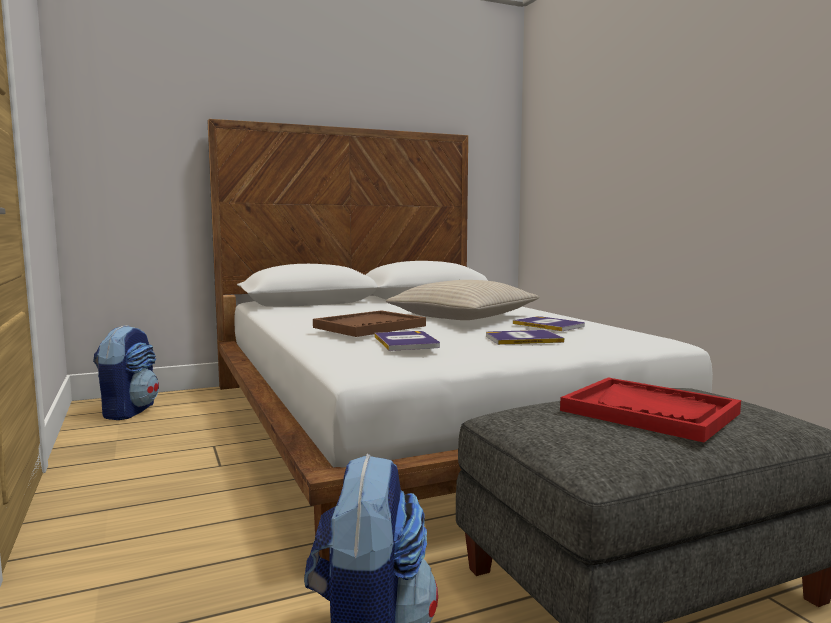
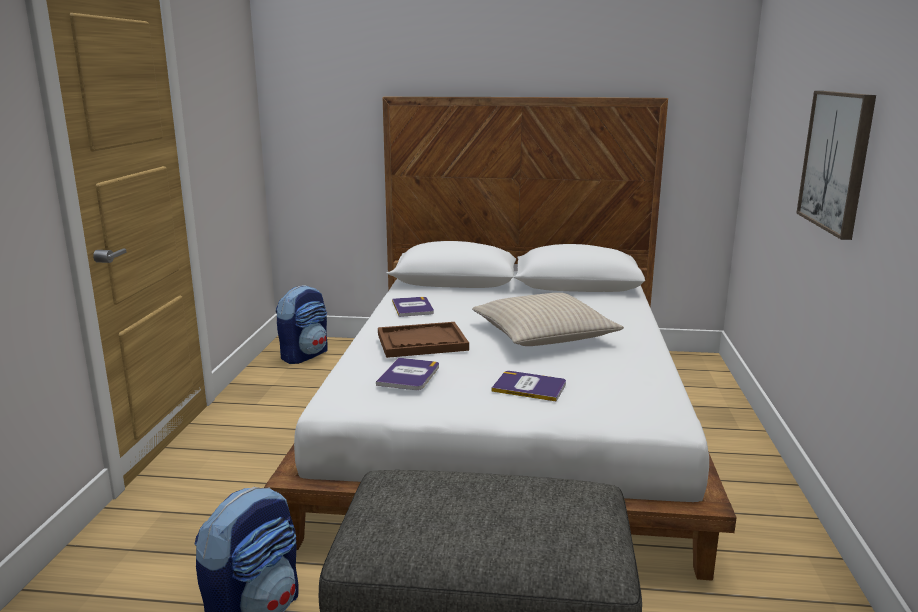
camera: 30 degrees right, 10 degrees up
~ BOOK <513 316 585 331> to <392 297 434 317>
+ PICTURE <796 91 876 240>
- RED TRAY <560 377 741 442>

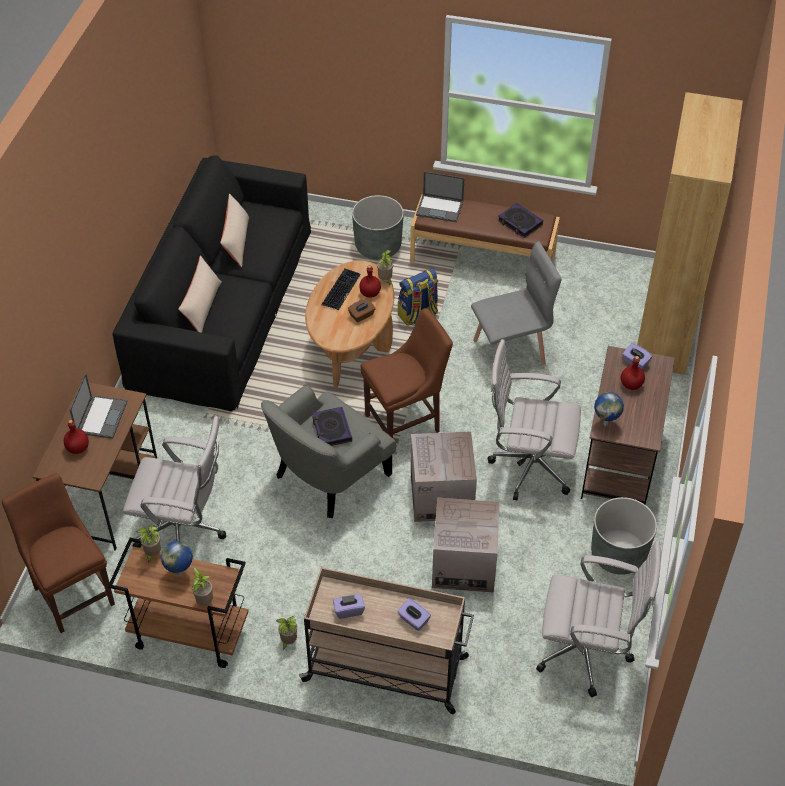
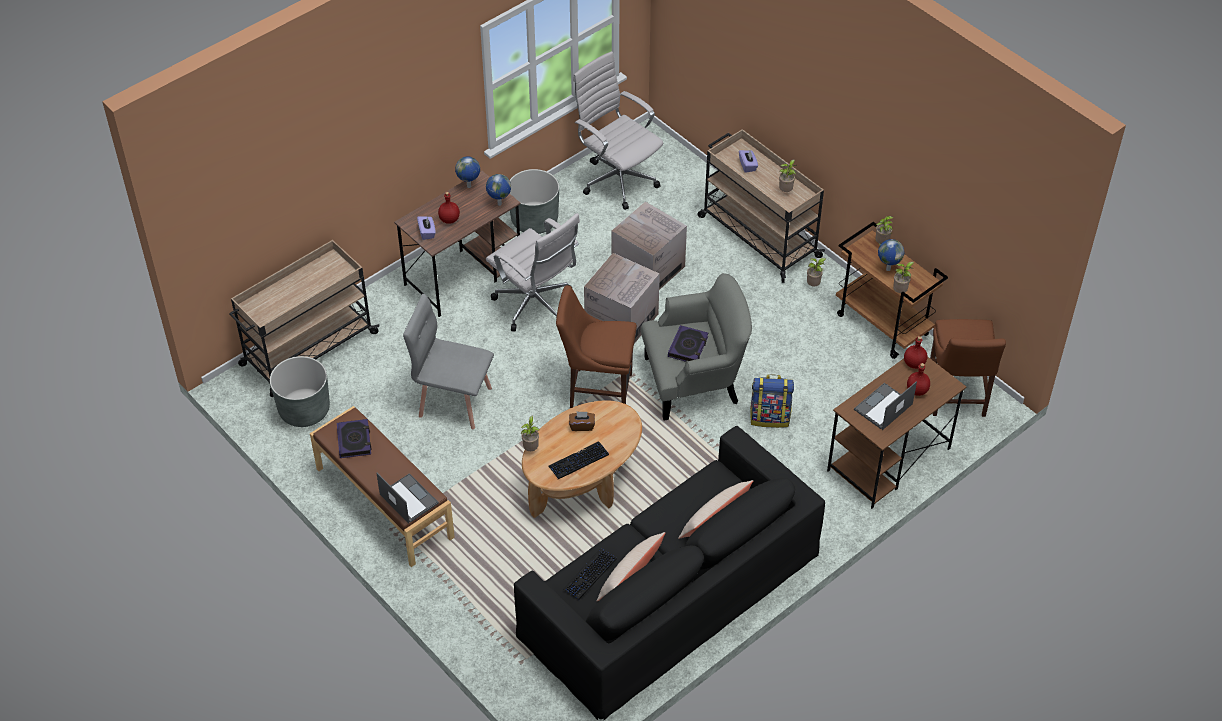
camera: 145 degrees left, 0 degrees up
~ BROWN BOOKCASE <637 92 743 375> to BEIGE CART <229 240 379 397>
~ GREY PLANTER <352 195 404 260> to <270 356 330 427>
+ GLOBE <455 156 480 188>
+ KEYBOARD <563 548 617 599>
~ BACKPACK <398 268 438 326> to <750 375 794 428>
~ PURPLE TISSUE BOX <333 594 365 619> to POTTED PLANT <779 160 796 192>
~ RED BOTTLE <359 265 381 298> to <904 336 928 369>
- WHITE OFFICE CHAIR <123 416 226 548>

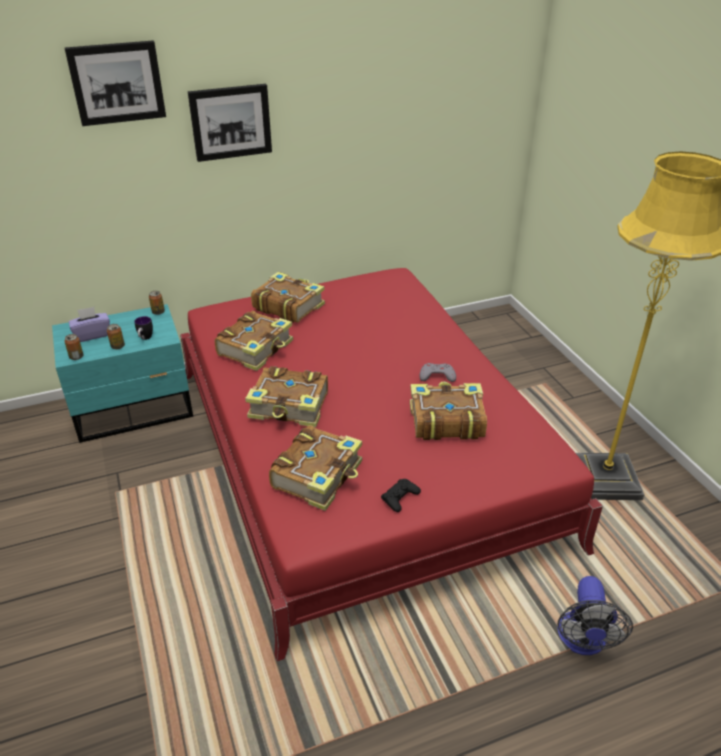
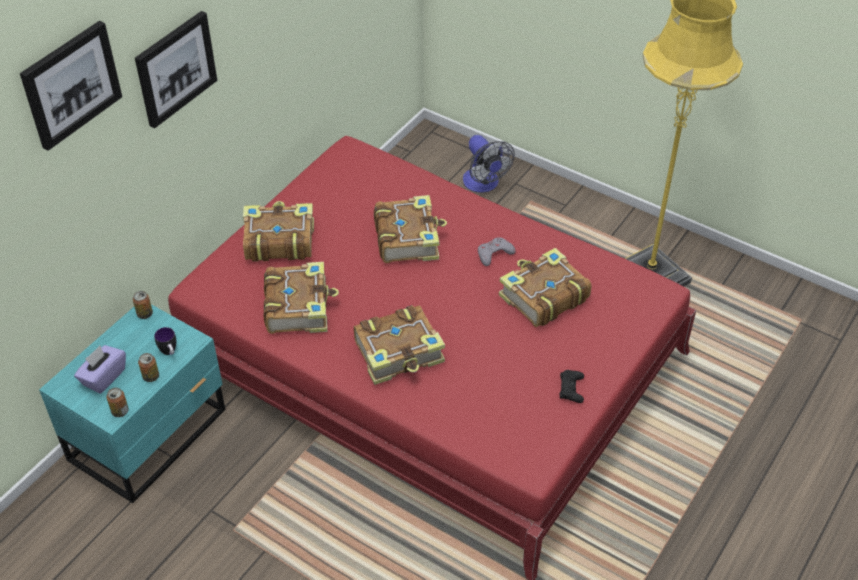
camera: 35 degrees left, 10 degrees up
~ BOOK <269 425 362 511> to <374 195 447 263>
~ FAN <558 576 633 655> to <463 135 515 193>

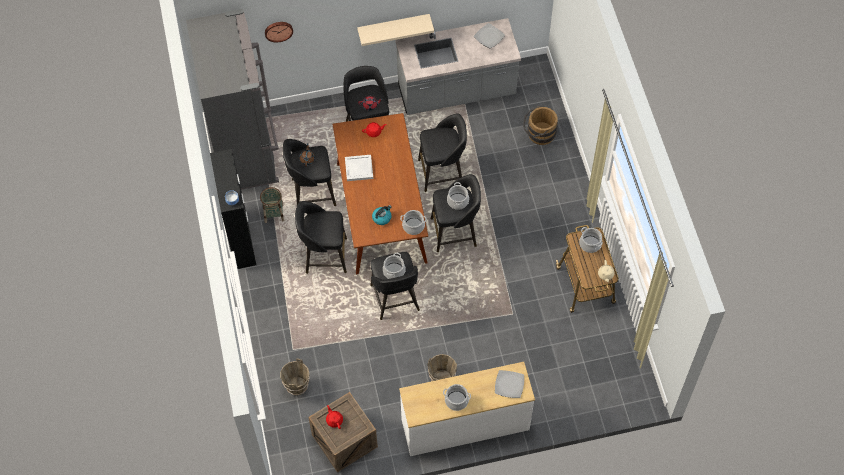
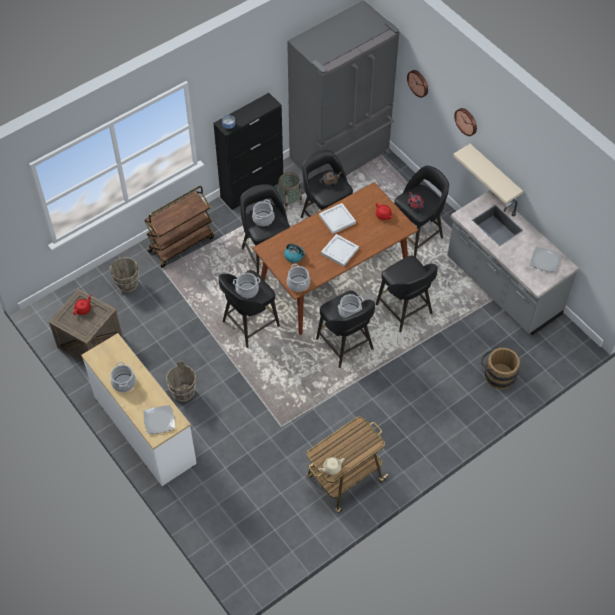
camera: 65 degrees right, 5 degrees down
+ BROWN CART <144 186 214 268>
~ COOKING POT <579 227 603 253> to <252 199 274 226>
+ WHITE TRAY <321 234 359 267>
+ WALL CLOCK <454 108 477 136>

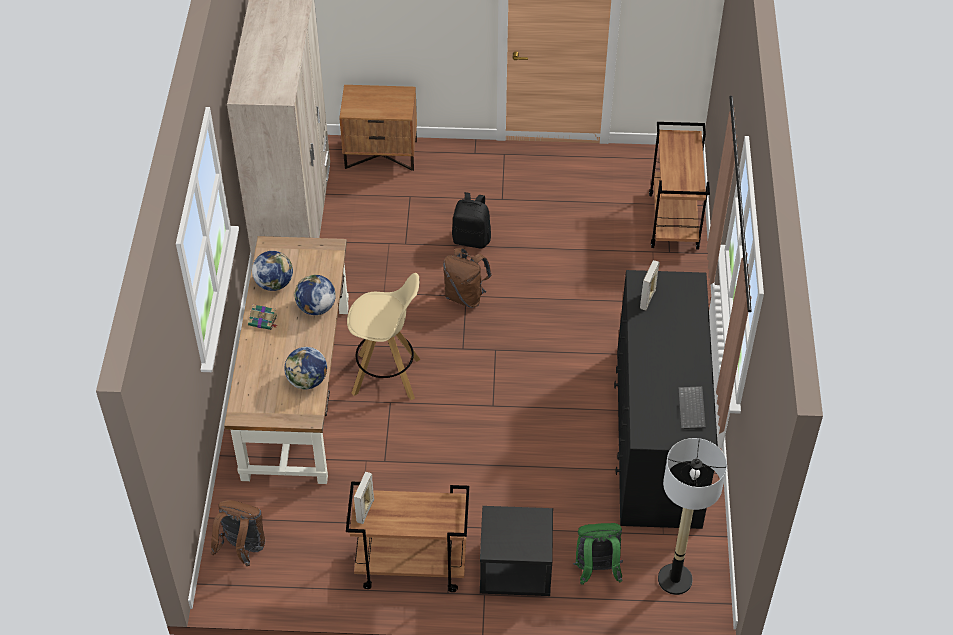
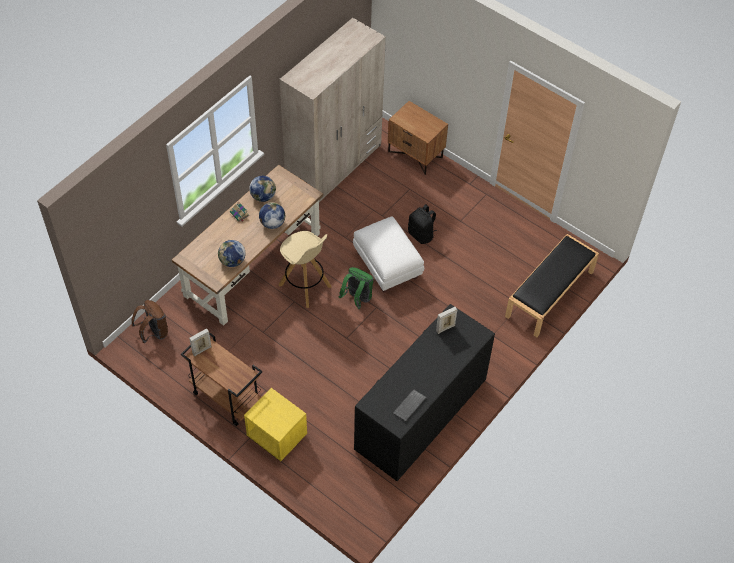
camera: 35 degrees right, 5 degrees up
~ BLACK NIGHTSTAND <480 506 553 596> to YELLOW NIGHTSTAND <244 388 307 461>
~ GREEN BACKPACK <573 523 623 585> to <339 267 373 309>
~ BROWN BACKPACK <443 248 492 308> to WHITE OTTOMAN <353 216 424 293>
~ BROWN CART <649 122 710 250> to BLACK BENCH <505 234 599 337>
- FLOOR LAMP <658 438 727 595>

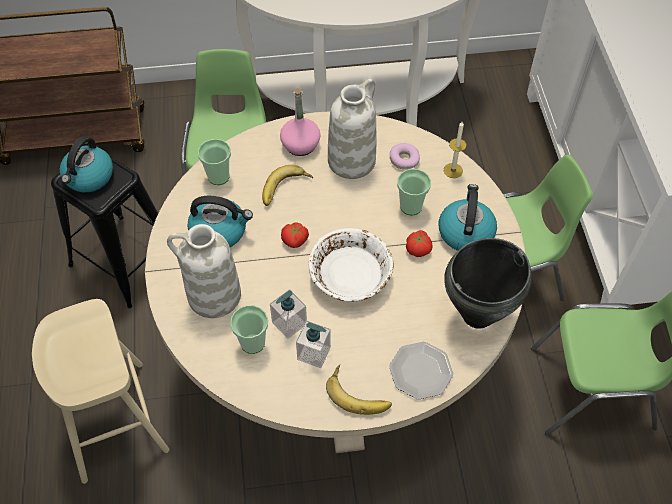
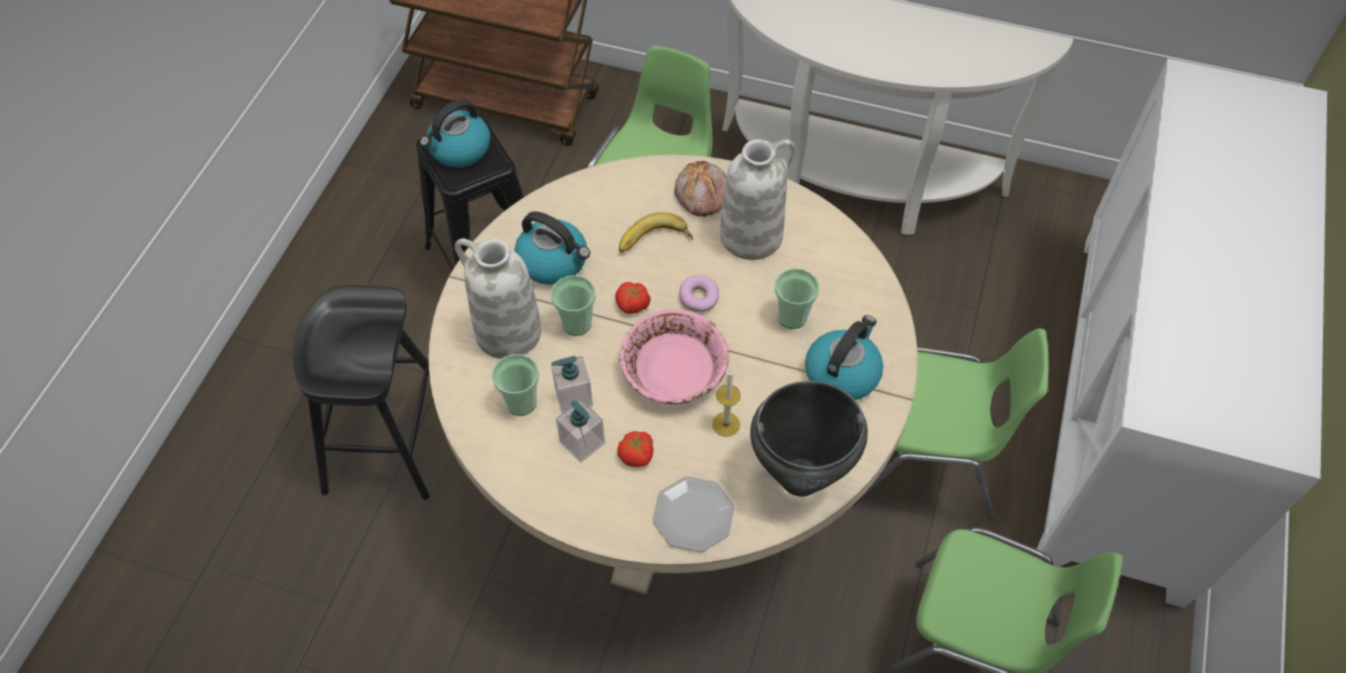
camera: 25 degrees right, 0 degrees up
~ BEIGE STOOL <32 299 169 484> to BLACK STOOL <292 285 430 500>
~ CUP <198 139 231 185> to <551 275 596 336>
~ TOMATO <406 230 433 257> to <617 431 654 467>
~ WHITE BOWL <308 228 394 302> to PINK BOWL <619 309 729 404>
~ PINK BOTTLE <280 88 321 156> to BREAD <675 161 727 217>
~ DONUT <390 143 420 169> to <680 275 719 312>
~ CANDLE <444 122 467 178> to <712 369 741 437>
- BANANA <326 365 392 415>

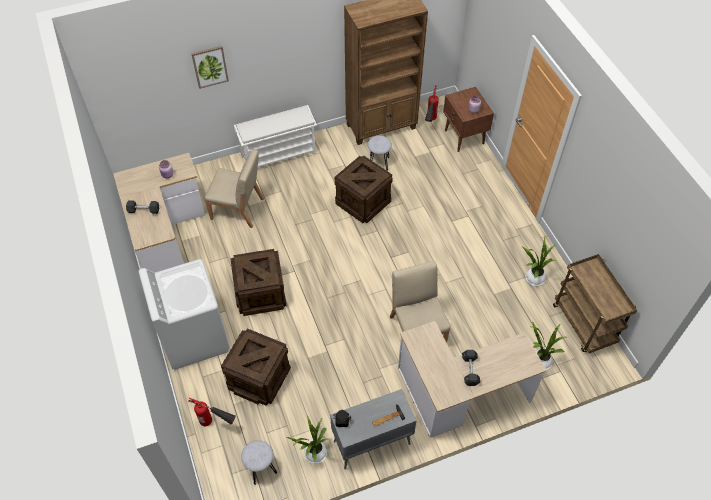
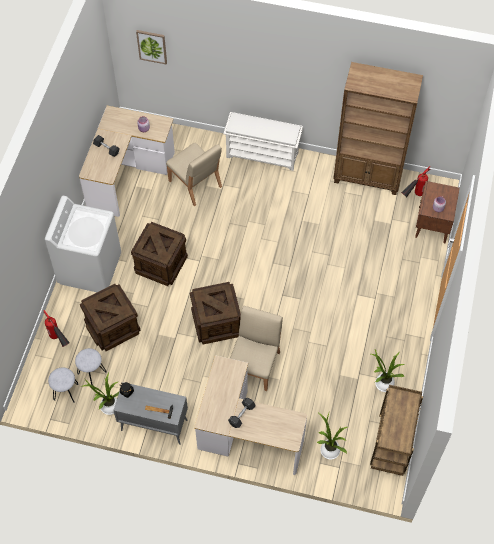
camera: 35 degrees right, 5 degrees up
~ GREY STOOL <367 136 392 171> to <75 348 106 385>
~ PICTURE <191 46 229 89> to <136 30 167 65>
~ CRATE <335 156 393 223> to <190 282 241 345>

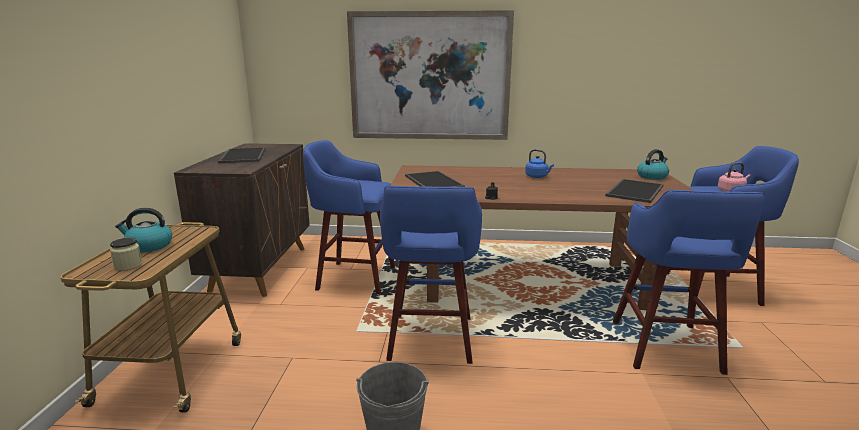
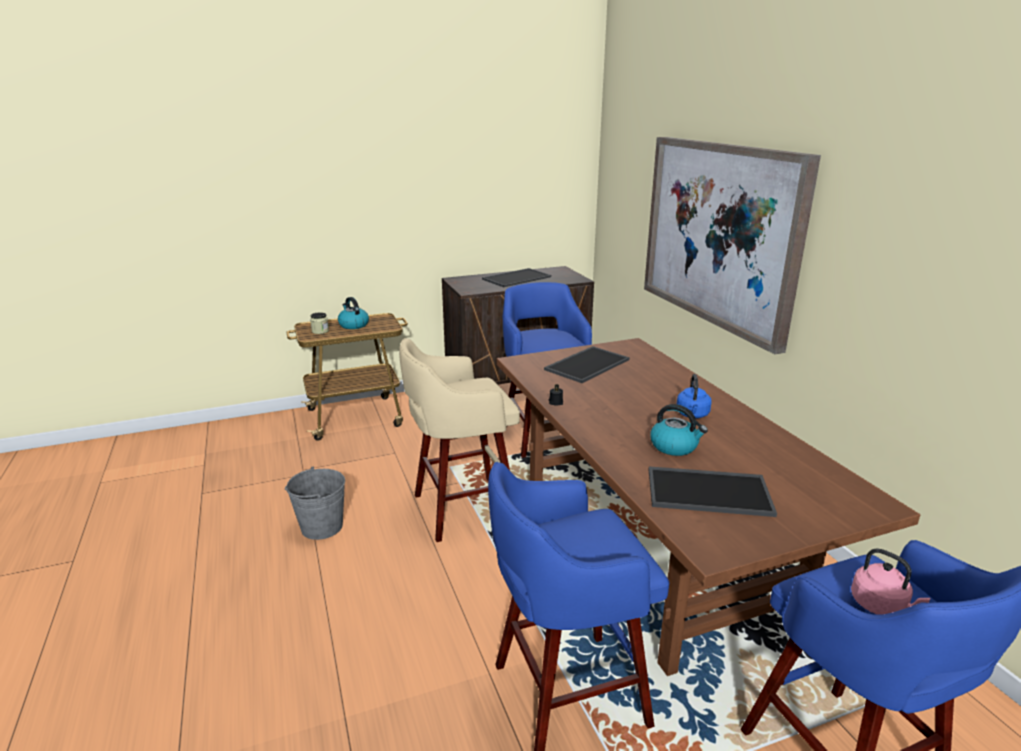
camera: 65 degrees right, 5 degrees up
~ BLUE STOOL <380 186 482 364> to BEIGE STOOL <399 338 520 542>
~ KETTLE <637 149 669 180> to <650 404 708 456>

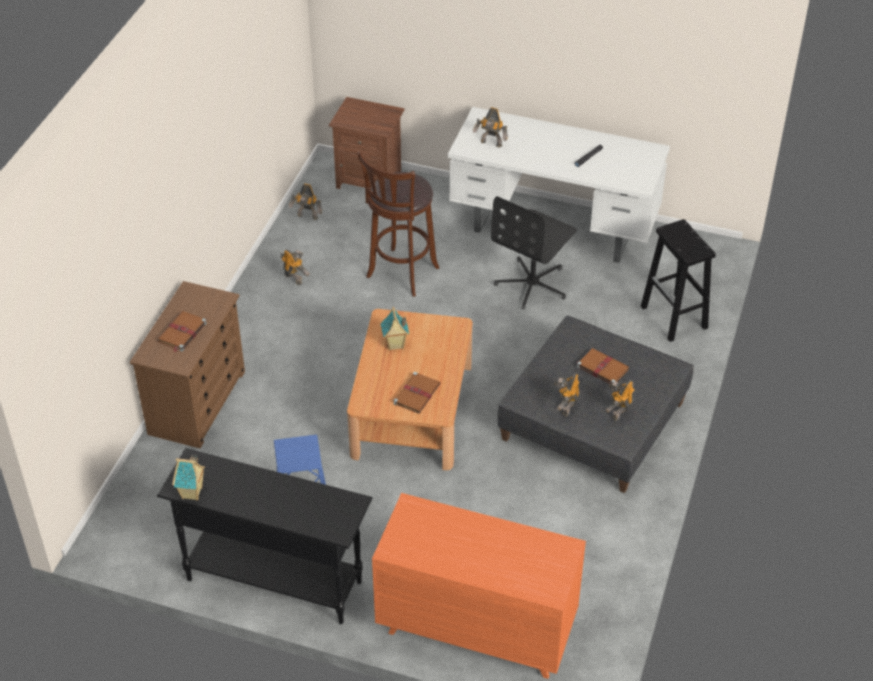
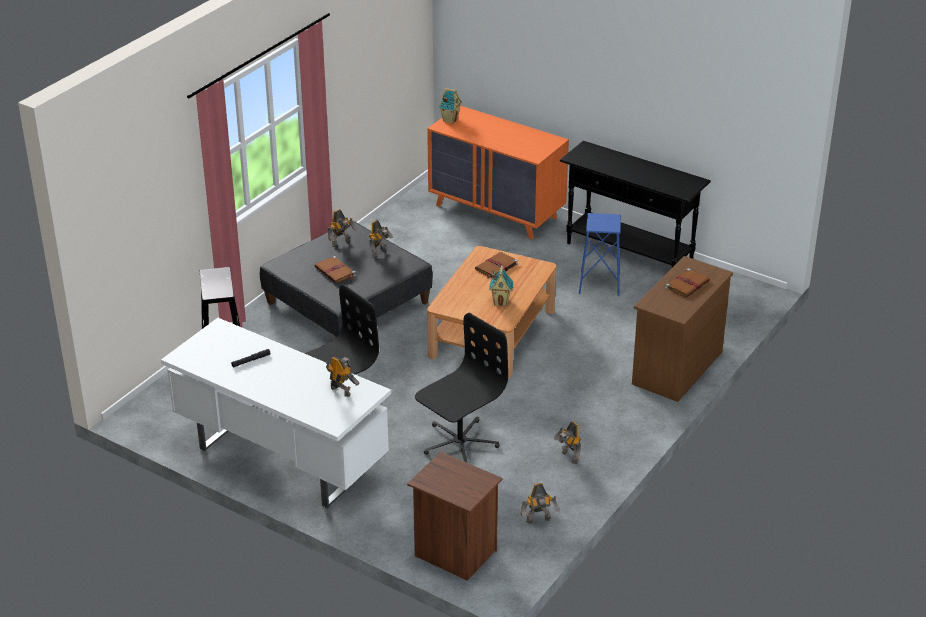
camera: 165 degrees left, 10 degrees down
~ BROWN STOOL <358 151 440 297> to BLACK OFFICE CHAIR <415 313 508 463>
~ TOY HOUSE <172 454 205 501> to <439 88 462 124>
~ TOY ROBOT <289 183 322 220> = <521 483 559 524> 135 degrees clockwise

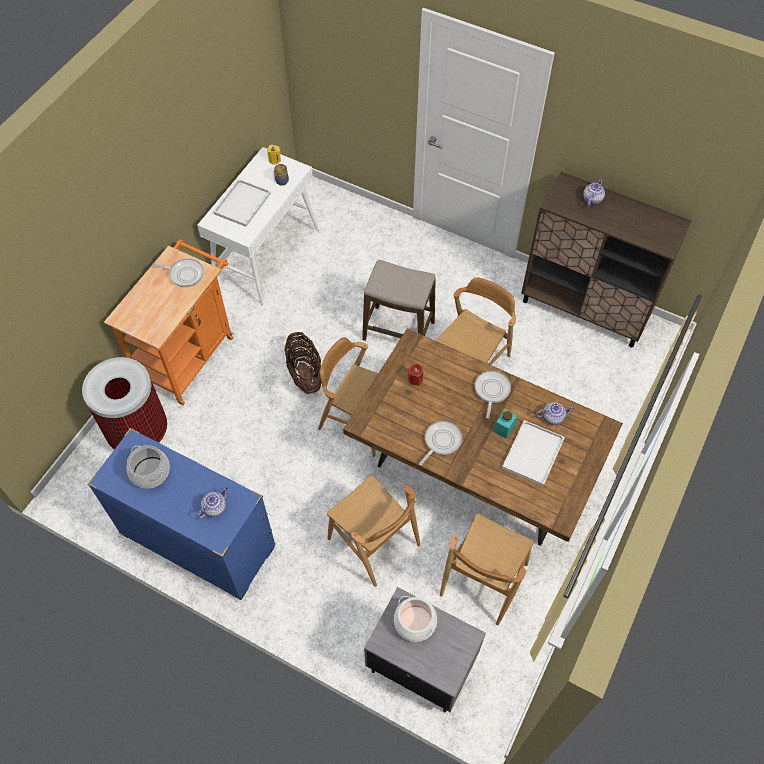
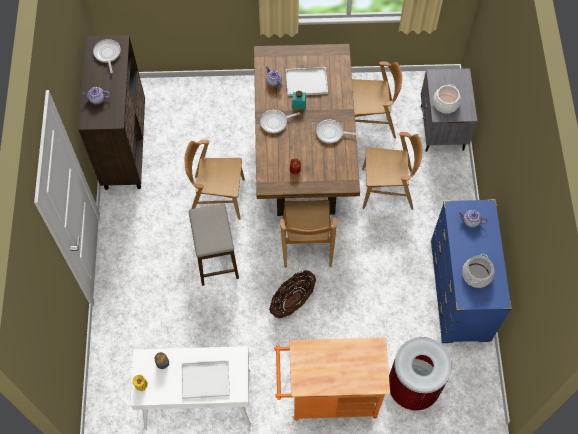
camera: 120 degrees left, 5 degrees up
~ FRYING PAN <152 259 204 287> to <93 39 121 73>
~ BROWN CHAIR <327 475 420 587> = <362 132 422 210> 75 degrees clockwise

